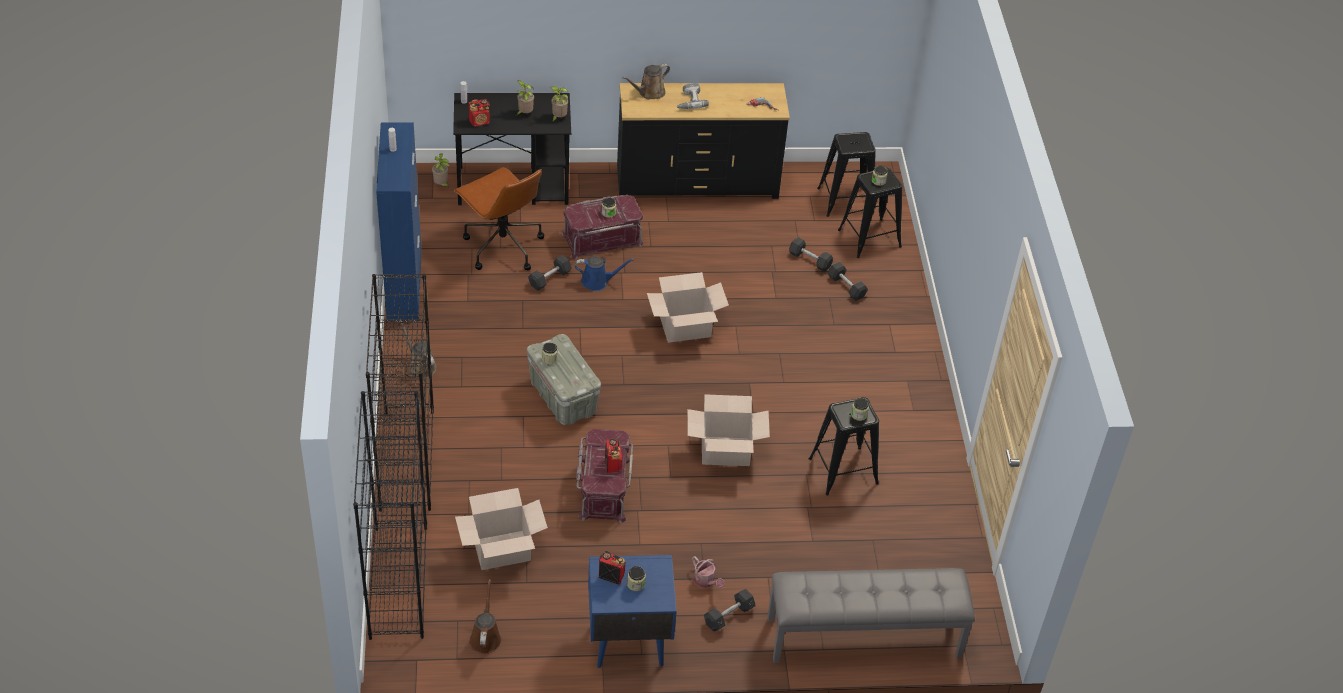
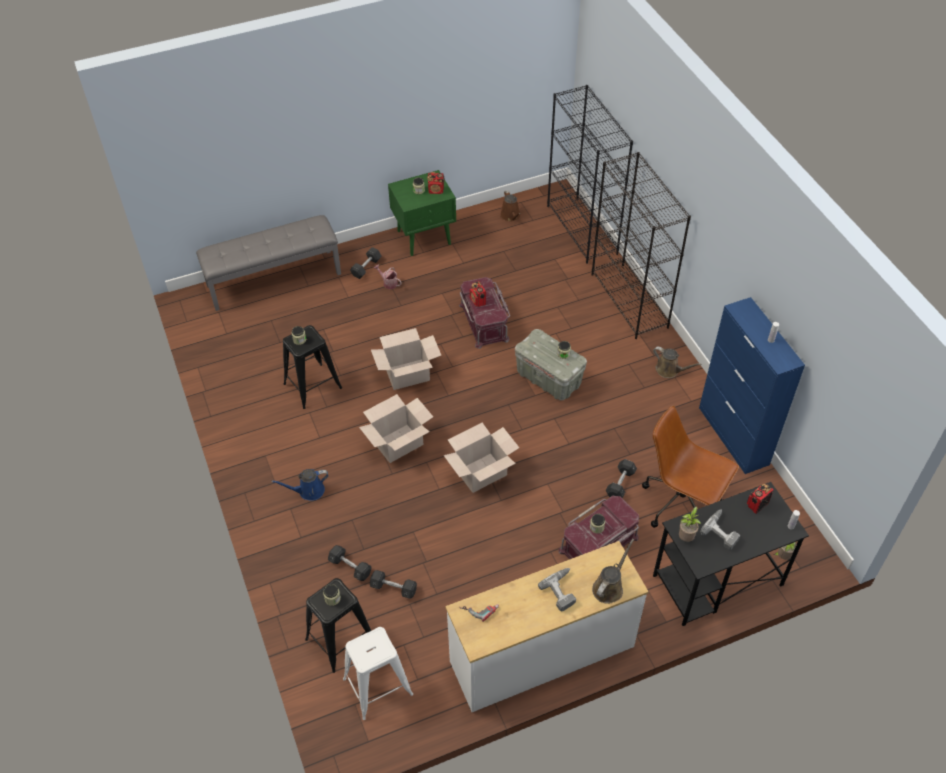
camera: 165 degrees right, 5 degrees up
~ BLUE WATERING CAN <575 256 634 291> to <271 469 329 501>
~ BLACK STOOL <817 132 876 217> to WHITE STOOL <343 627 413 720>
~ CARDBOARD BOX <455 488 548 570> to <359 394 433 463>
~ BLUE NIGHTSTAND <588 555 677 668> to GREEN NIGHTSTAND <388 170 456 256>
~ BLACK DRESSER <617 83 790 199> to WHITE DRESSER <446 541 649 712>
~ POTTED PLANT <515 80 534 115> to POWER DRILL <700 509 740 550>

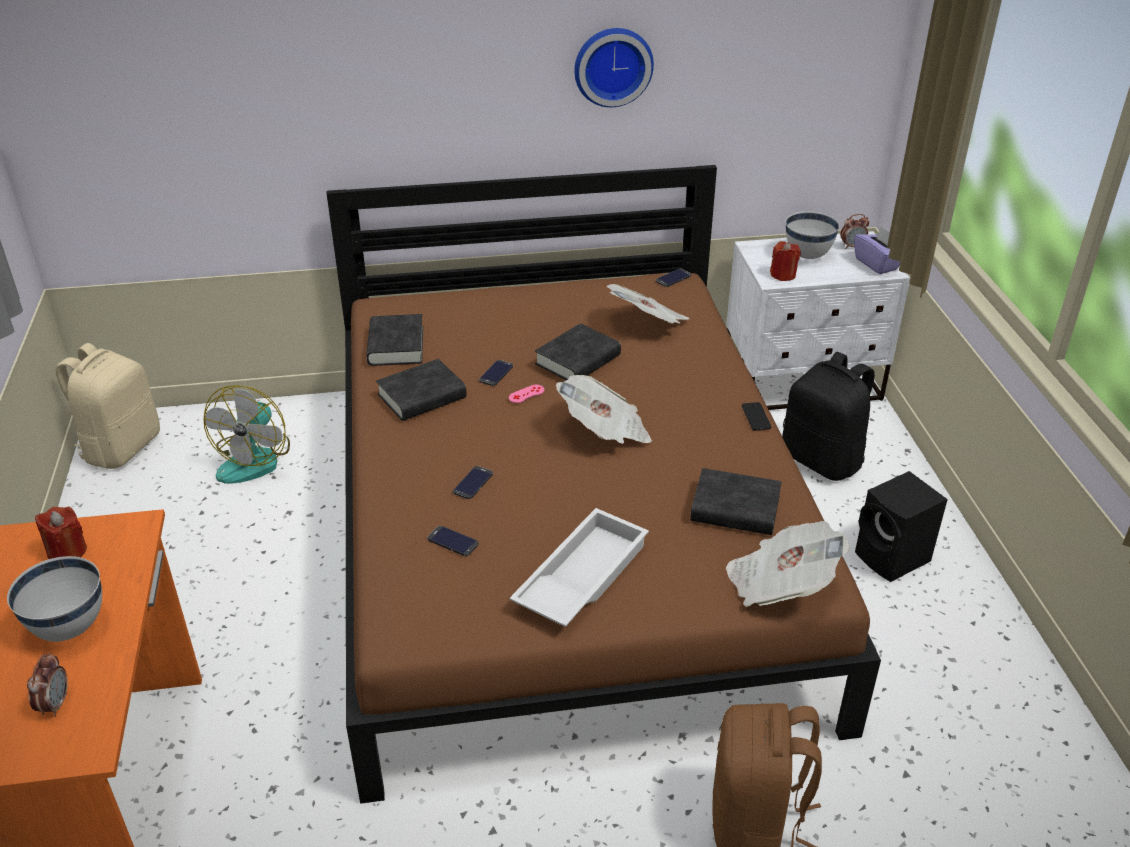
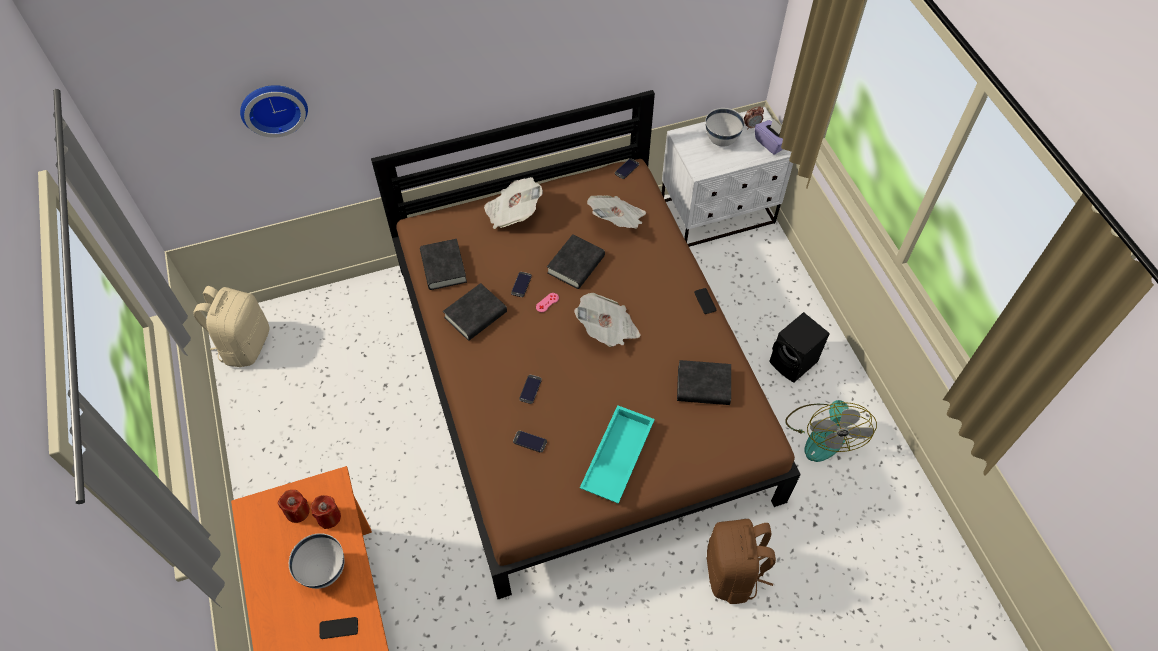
camera: 10 degrees left, 20 degrees up
~ WALL CLOCK <574 28 654 107> to <240 85 308 138>
~ RED CANDLE <770 241 801 281> to <311 495 341 529>
~ ALARM CLOCK <27 652 68 717> to PHONE <319 617 358 639>
~ NEWSPAPER <726 521 849 607> to <484 177 543 229>
~ WHITE TRAY <510 508 649 627> to TURQUOISE TRAY <580 405 655 504>
~ FAN <204 385 290 484> to <785 400 877 462>
- BLACK BACKPACK <782 352 875 481>

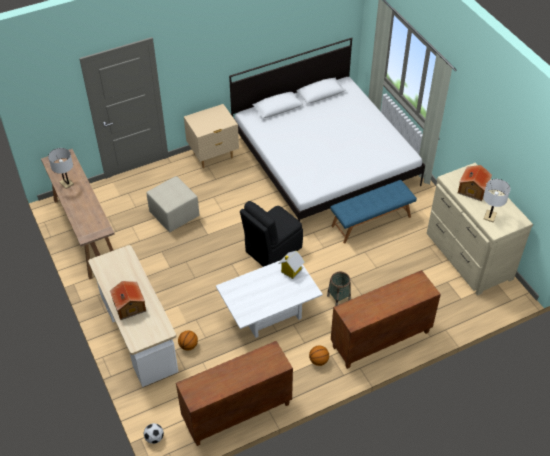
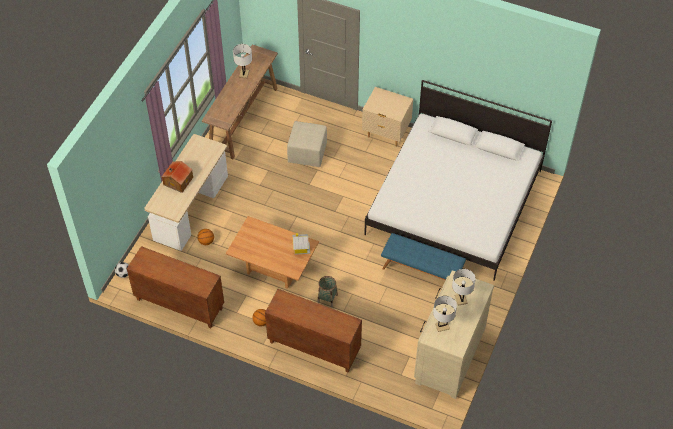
camera: 50 degrees right, 5 degrees up
~ WHITE COFFEE TABLE <216 260 323 338> to BROWN COFFEE TABLE <226 216 319 289>
~ TOY HOUSE <458 165 492 201> to WHITE TABLE LAMP <452 269 476 306>
- BLACK CHAIR <240 201 303 267>

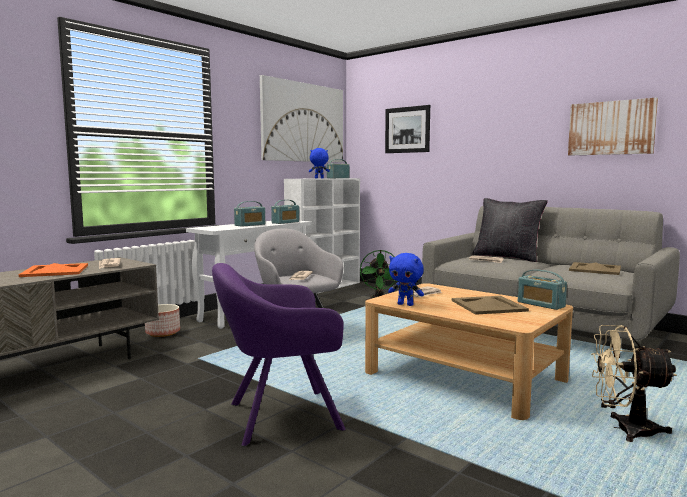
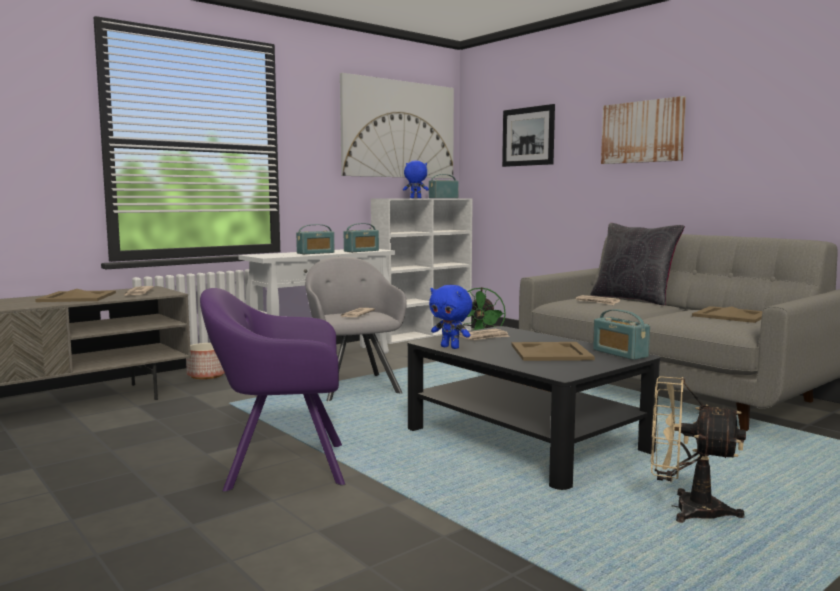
camera: 10 degrees right, 0 degrees up
~ ORANGE TRAY <19 263 88 277> to BEIGE TRAY <35 289 116 302>
~ BEIGE COFFEE TABLE <365 283 573 420> to BLACK COFFEE TABLE <407 326 660 490>
~ PICTURE <568 97 658 156> to <601 96 686 164>

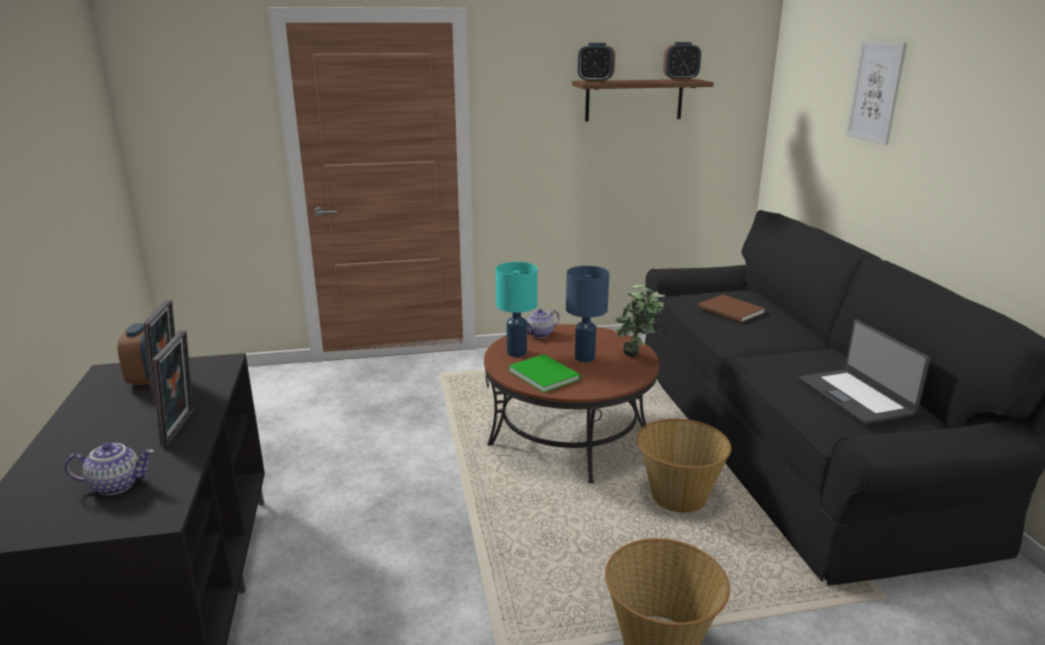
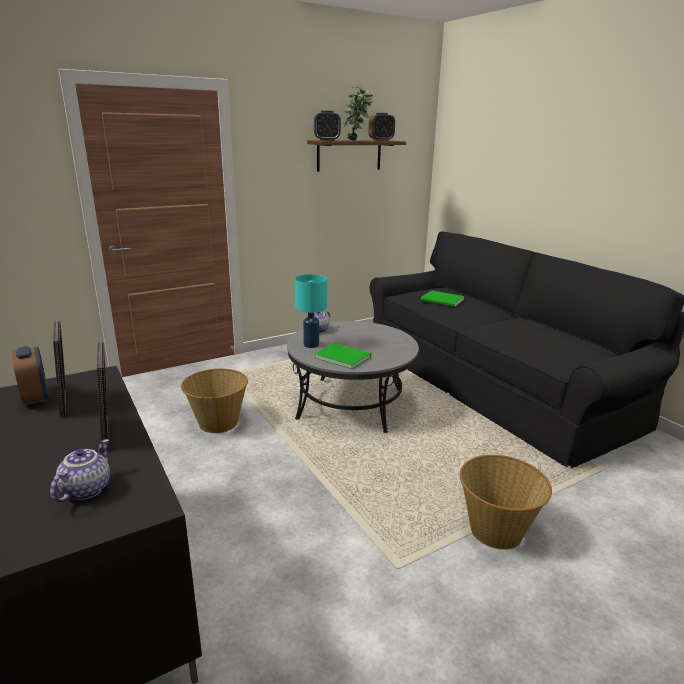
camera: 20 degrees left, 0 degrees up
~ TEAPOT <65 442 154 495> = <50 439 110 502> 45 degrees counterclockwise
~ BASKET <637 418 731 513> to <181 369 248 433>
~ BROWN COFFEE TABLE <484 324 659 484> to GREY COFFEE TABLE <287 321 419 433>
~ POTTED PLANT <614 285 665 357> to <342 86 374 141>
~ BROWN BOOK <698 295 765 323> to GREEN BOOK <421 290 465 307>
- BLUE TABLE LAMP <566 266 609 362>
- LAPTOP <799 320 930 424>
- PICTURE <846 41 907 145>

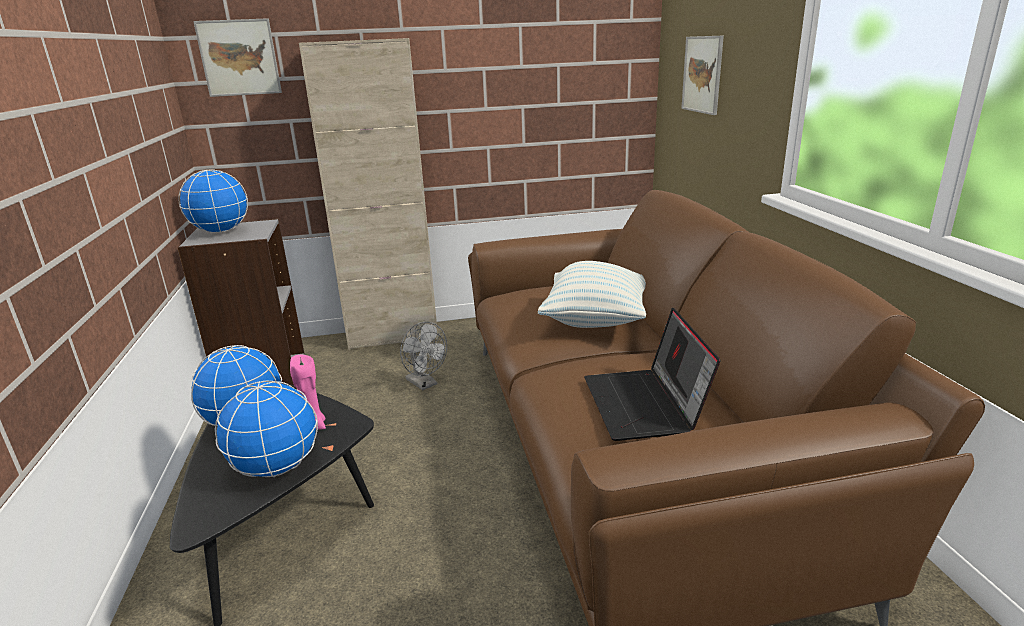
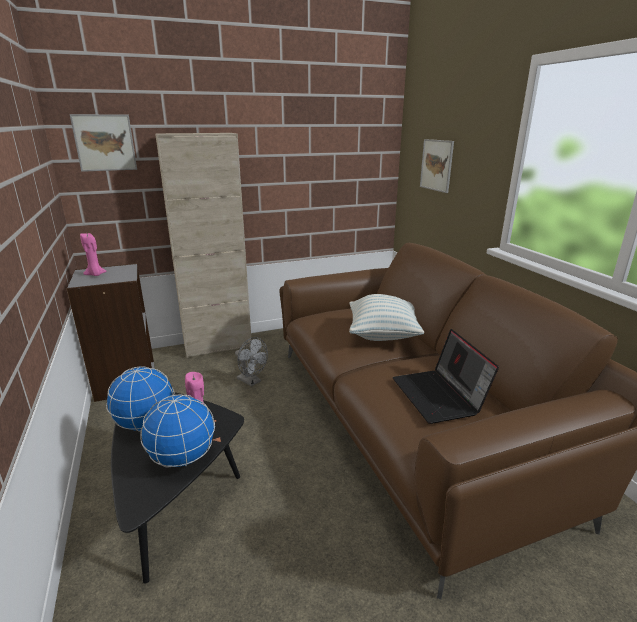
camera: 10 degrees left, 0 degrees up
~ GLOBE <178 169 248 233> to PINK CANDLE <80 233 106 276>

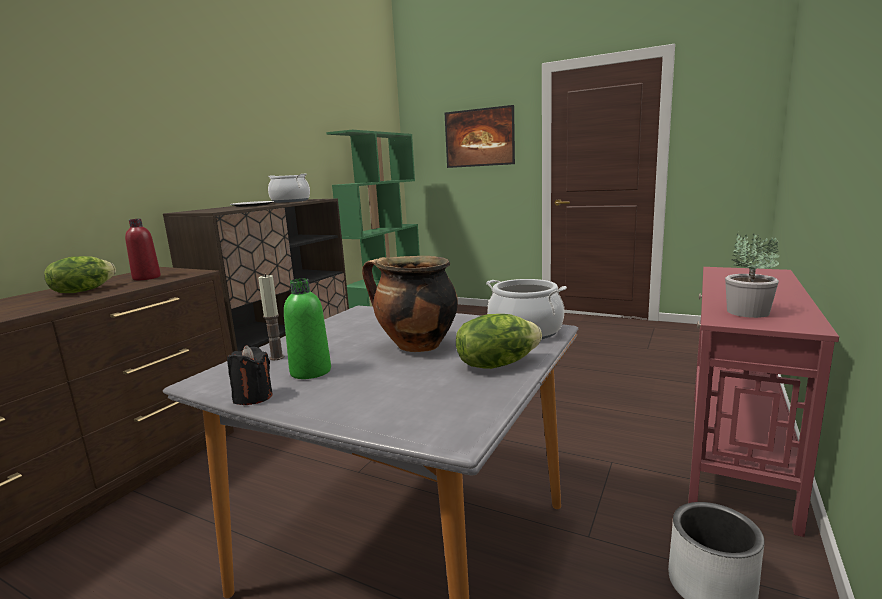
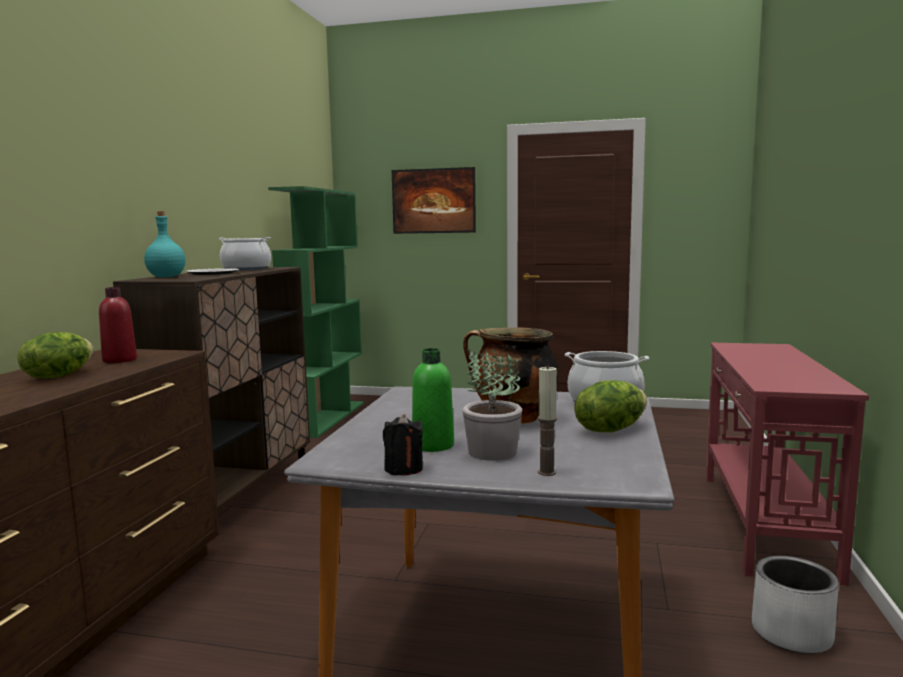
camera: 15 degrees left, 5 degrees down
+ TURQUOISE BOTTLE <144 211 185 277>
~ POTTED PLANT <725 232 779 318> to <463 349 522 461>
~ CANDLE <258 274 285 360> to <538 365 557 476>

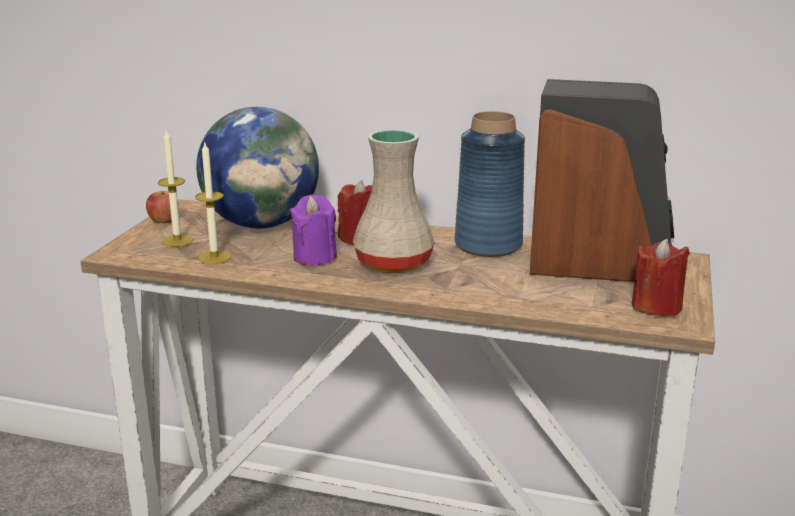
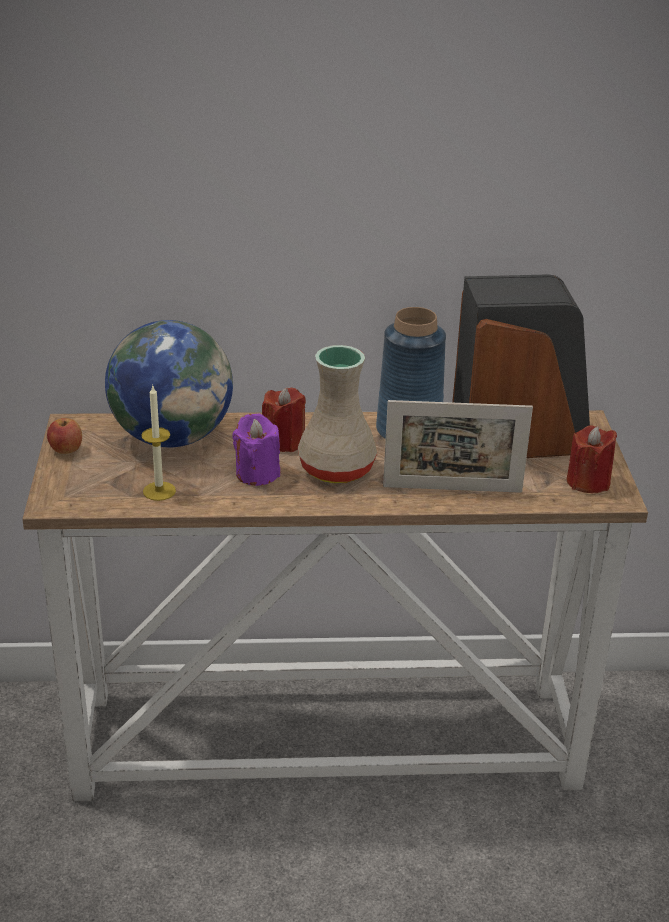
camera: 20 degrees left, 10 degrees up
+ PICTURE FRAME <383 400 533 493>
- CANDLE <158 130 193 247>

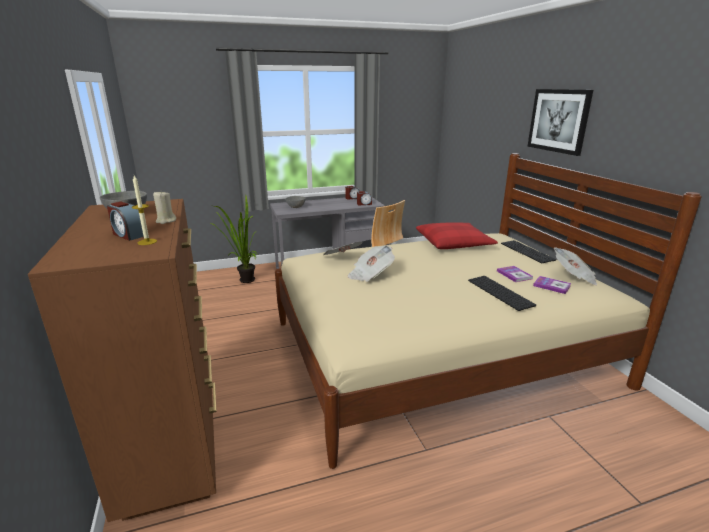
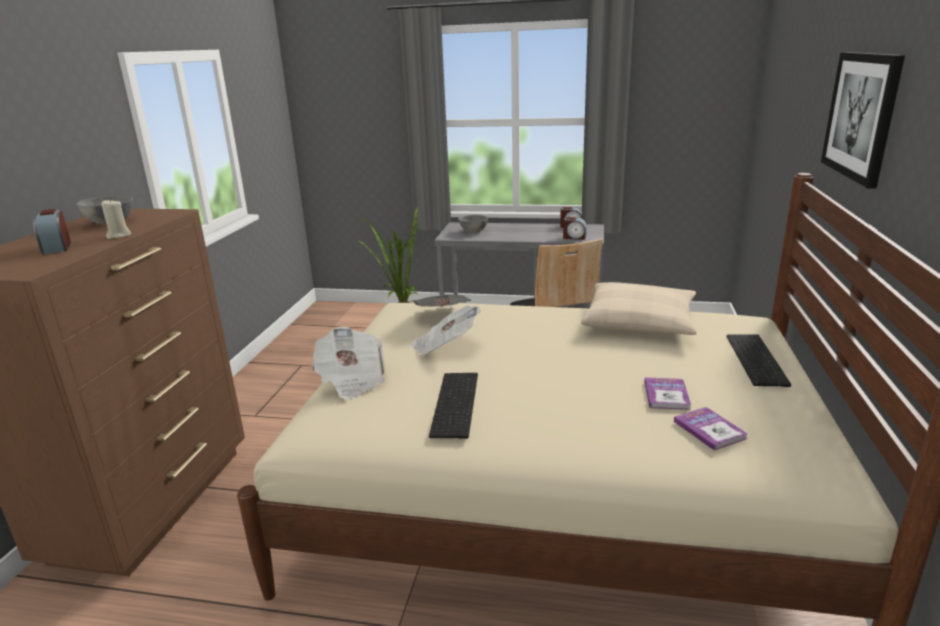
camera: 30 degrees right, 0 degrees up
~ NEWSPAPER <554 247 597 285> to <312 326 385 400>
~ KEYBOARD <468 276 536 311> to <429 373 478 439>
~ RED PILLOW <416 222 498 249> to BEIGE PILLOW <581 282 697 335>
- CANDLE <132 175 157 245>

